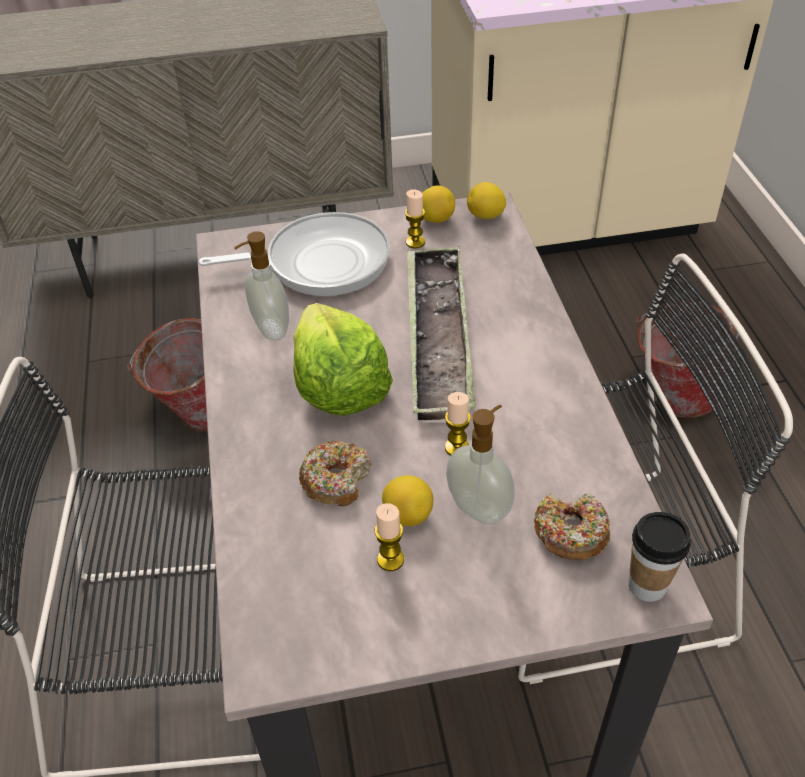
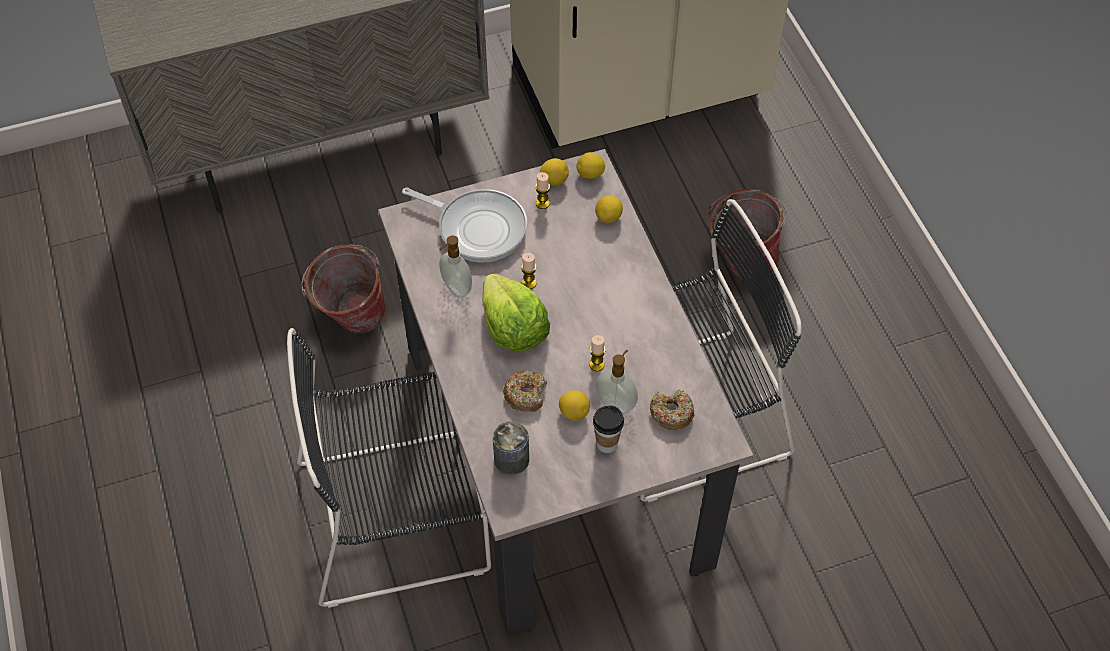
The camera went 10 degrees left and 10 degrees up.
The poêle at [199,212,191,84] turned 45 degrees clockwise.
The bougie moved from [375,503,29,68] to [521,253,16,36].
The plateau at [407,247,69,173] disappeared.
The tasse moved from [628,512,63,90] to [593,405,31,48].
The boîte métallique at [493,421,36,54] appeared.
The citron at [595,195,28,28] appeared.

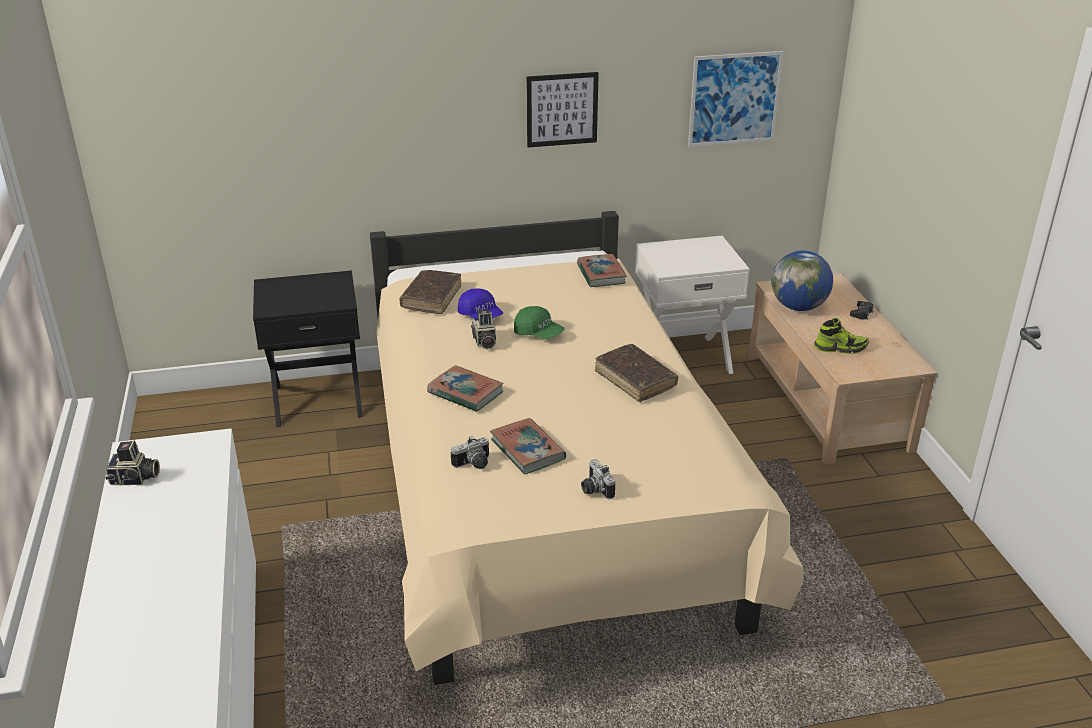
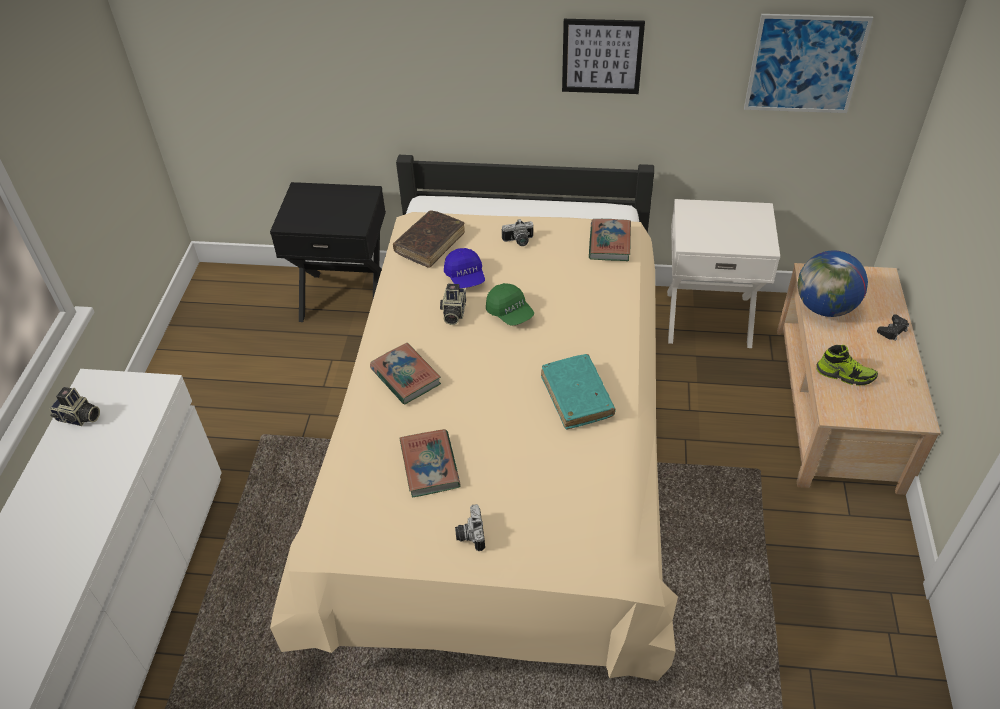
The camera went 20 degrees right and 15 degrees up.
The appareil photo moved from [451,436,38,33] to [502,219,31,27].
The livre (marron) at [595,344,83,58] became the livre (turquoise) at [541,354,75,76].

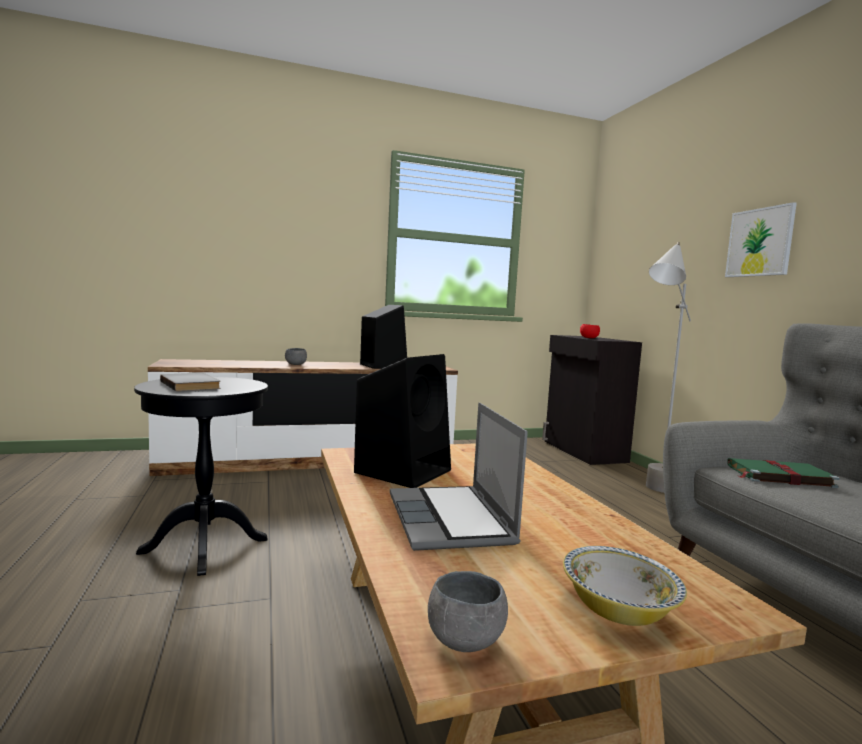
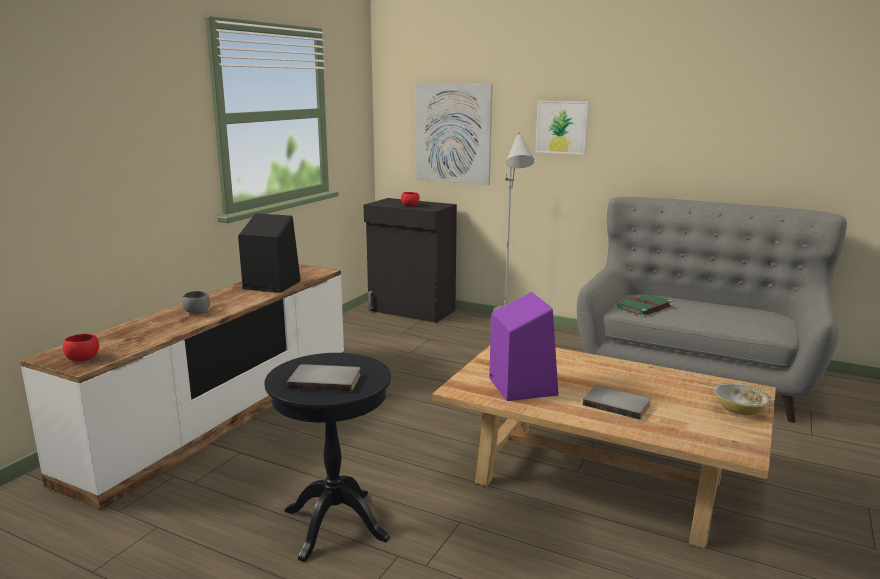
The camera went 45 degrees left and 10 degrees up.
The enceinte (noir) at [354,354,97,134] became the enceinte (violet) at [489,292,70,109].
The ordinateur portable at [390,402,138,149] was replaced by the livre (gris) at [583,385,68,35].
The bol (gris) at [428,571,80,81] disappeared.
The bol (rouge) at [63,333,36,28] appeared.
The tableau at [416,84,76,101] appeared.

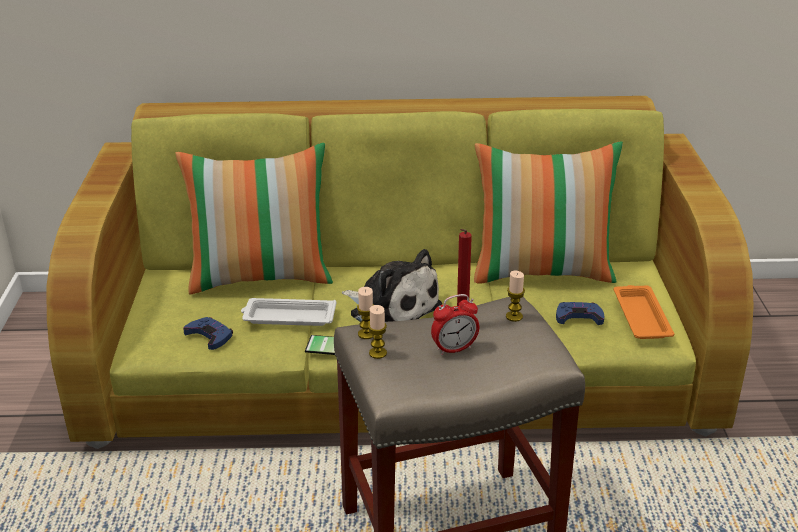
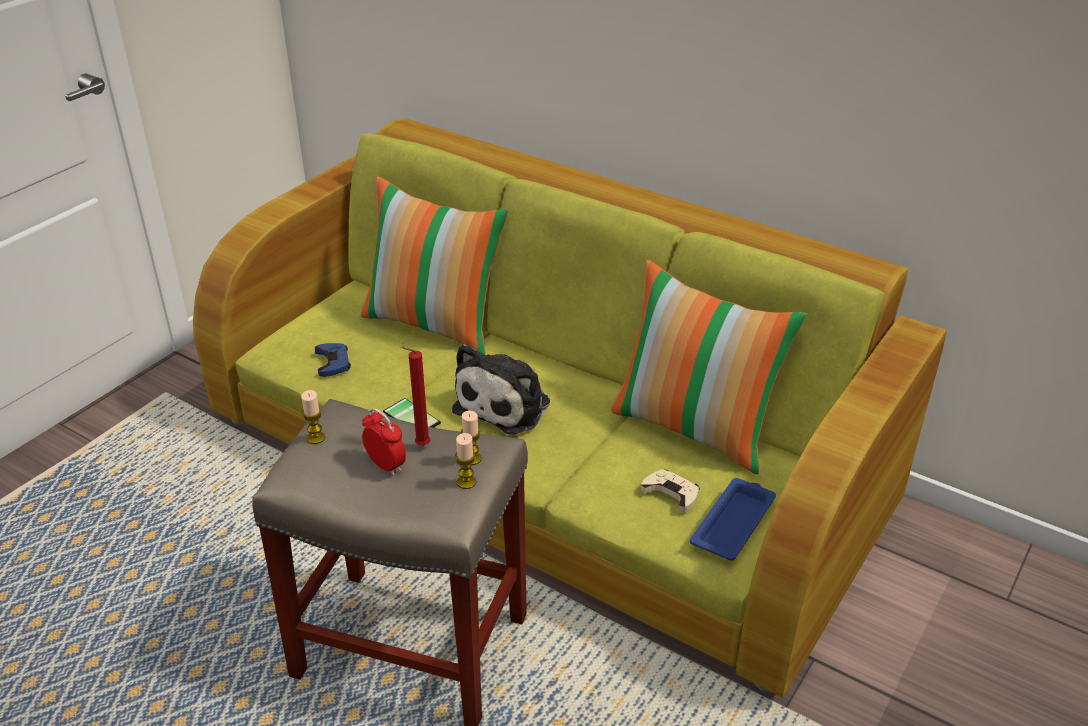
The camera went 35 degrees right and 5 degrees up.
The plateau (blanc) at [241,298,95,28] disappeared.
The peluche at [342,249,100,73] turned 45 degrees clockwise.
The bougie moved from [357,287,17,52] to [455,433,21,56].
The réveil at [431,294,48,61] turned 150 degrees counterclockwise.
The manette (bleu) at [556,302,48,23] became the manette (beige) at [641,469,59,43].
The plateau (orange) at [614,285,61,54] became the plateau (bleu) at [690,478,86,83].

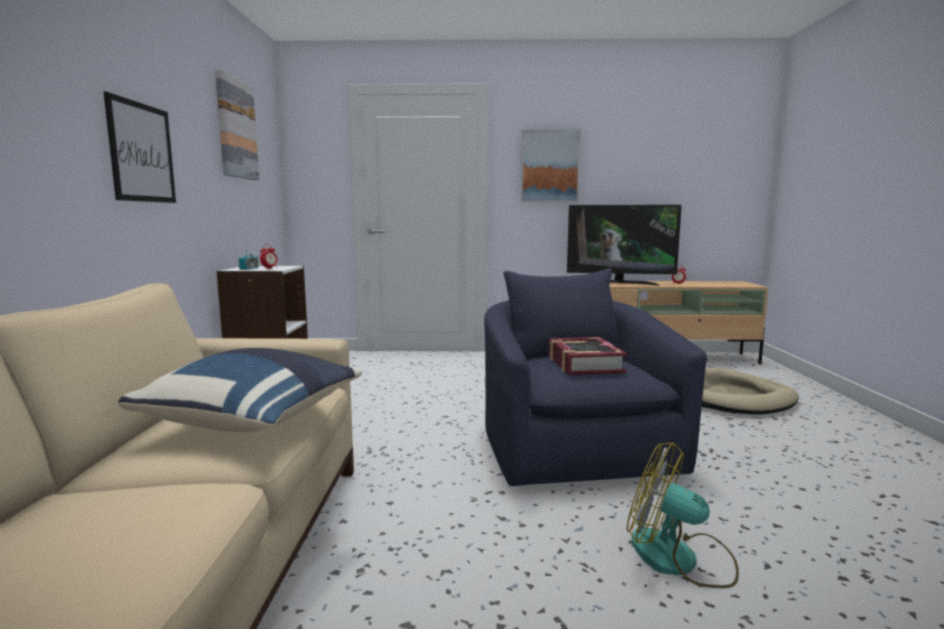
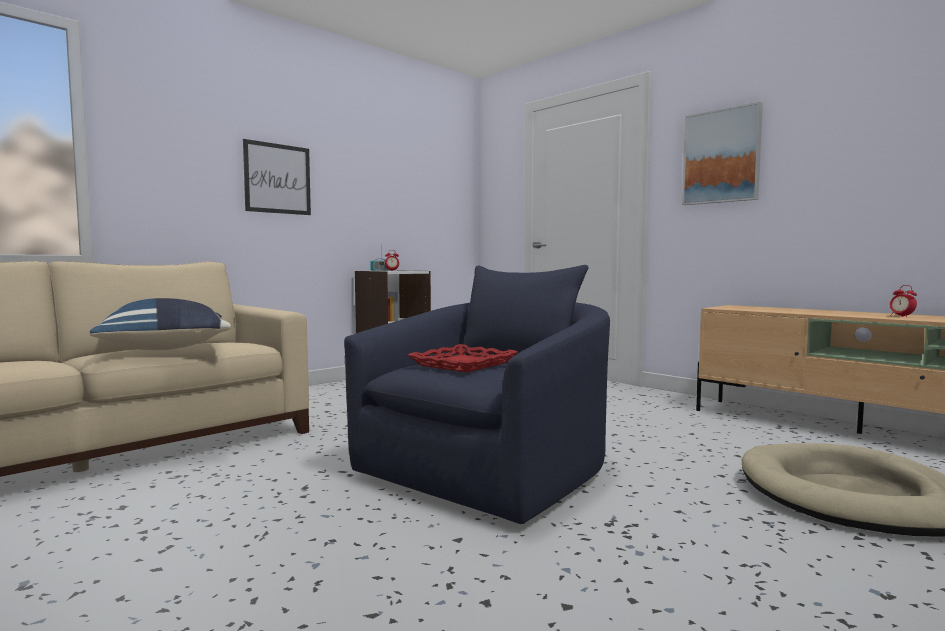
The camera went 45 degrees right and 5 degrees down.
The tableau at [215,70,44,110] disappeared.
The livre at [549,337,79,38] was replaced by the plateau (rouge) at [408,344,110,29].
The téléviseur at [567,205,115,81] disappeared.
The ventilateur at [627,442,112,146] disappeared.

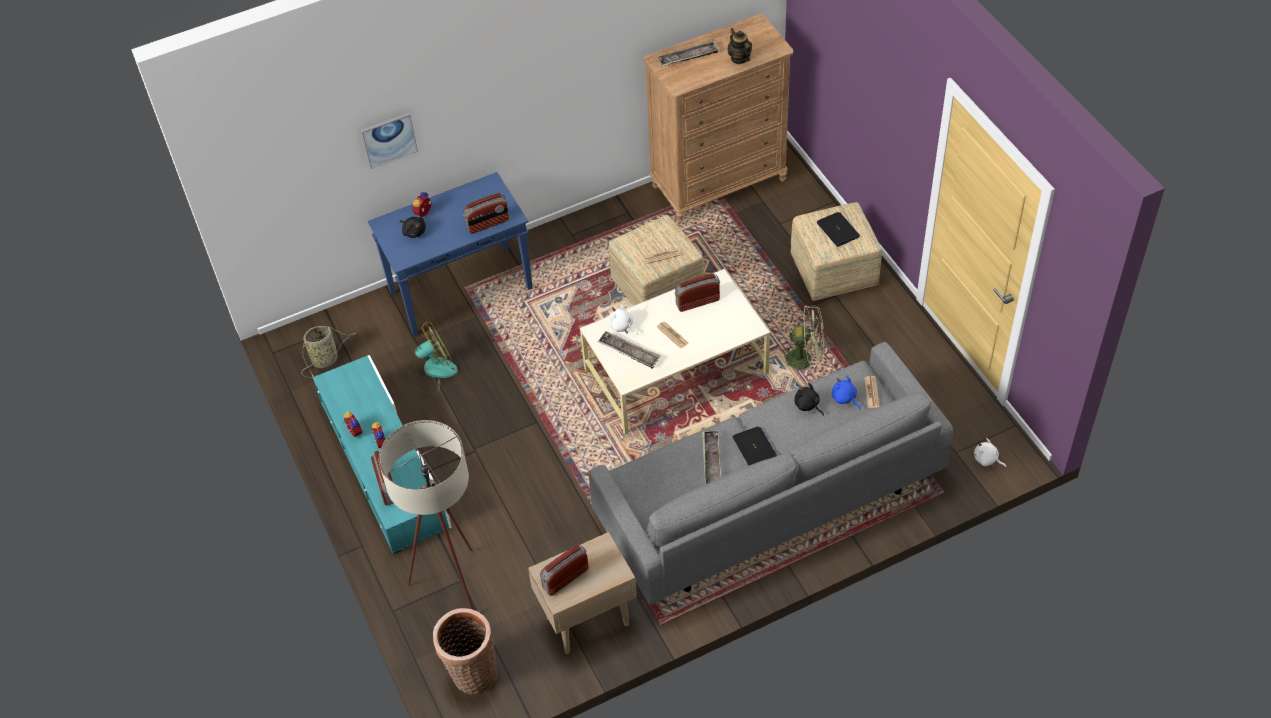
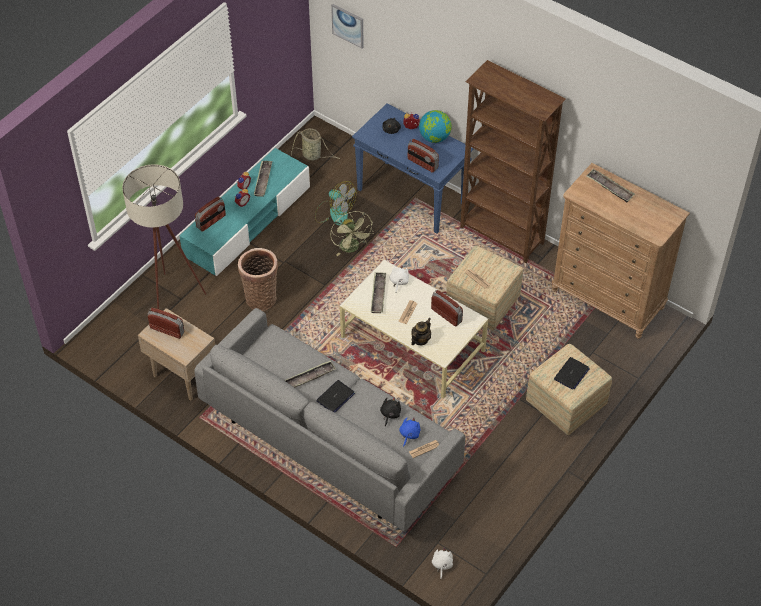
The camera went 60 degrees right and 0 degrees up.
The tableau moved from [361,113,57,56] to [331,4,33,45].
The panier moved from [433,608,64,87] to [238,248,40,63].
The théière moved from [727,28,25,36] to [411,318,20,27].
The ventilateur (vert) moved from [782,305,43,66] to [331,211,43,45].
The plateau at [254,161,19,36] appeared.
The globe at [419,110,33,33] appeared.
The bibliothèque (marron) at [460,60,106,203] appeared.

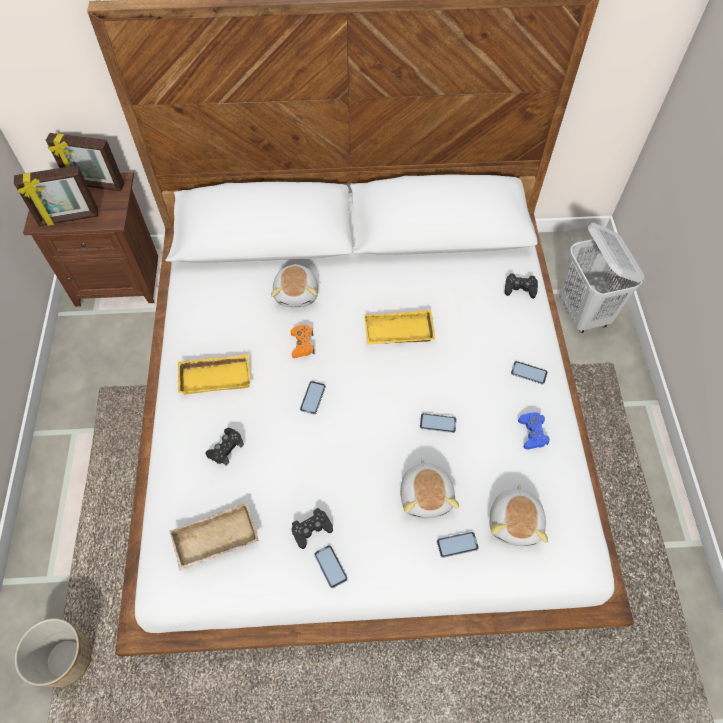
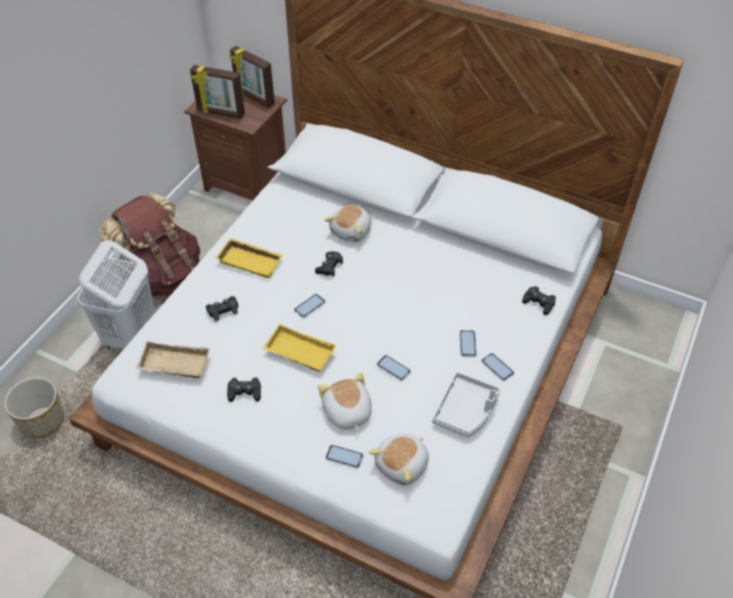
The camera went 30 degrees right and 10 degrees down.
The manette (orange) at [291,325,23,33] became the manette (noir) at [315,251,28,26].
The téléphone moved from [314,545,34,43] to [460,330,16,27].
The plateau (jaune) moved from [364,309,71,36] to [263,324,73,47].
The peluche at [400,458,59,60] turned 135 degrees clockwise.
The manette (bleu) at [518,412,32,37] was replaced by the plateau (gris) at [432,372,69,65].
The panier à linge (blanc) moved from [559,223,85,110] to [78,240,77,109].
The sac à dos (marron) at [99,193,101,103] appeared.

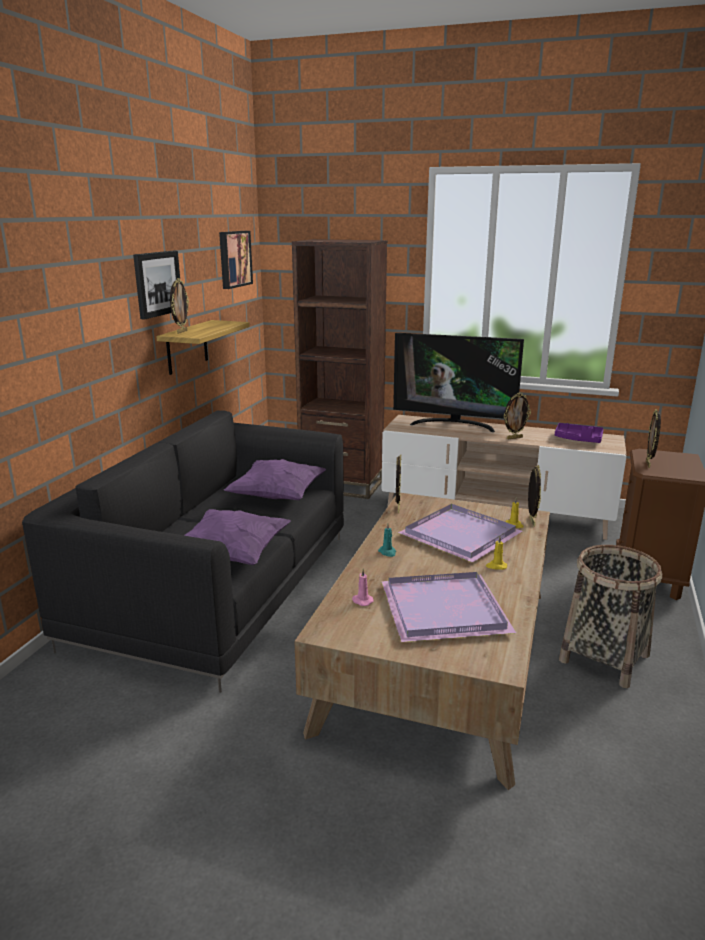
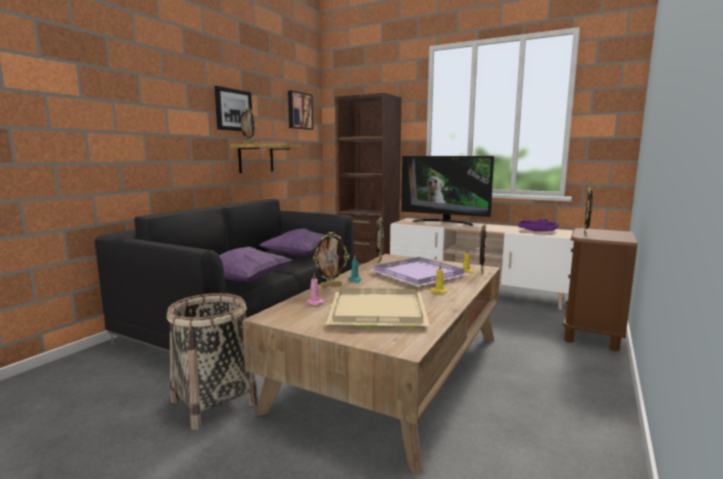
The camera went 10 degrees right and 10 degrees down.
The plateau (violet) at [381,572,135,70] became the plateau (beige) at [326,288,104,40].
The cadre photo moved from [504,392,27,47] to [313,232,36,55].
The panier moved from [559,545,103,143] to [166,293,92,137].

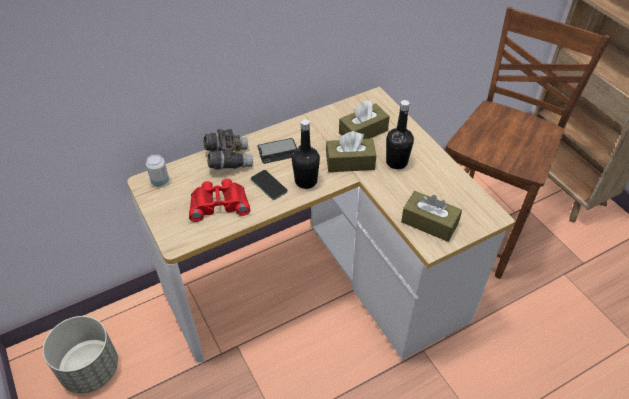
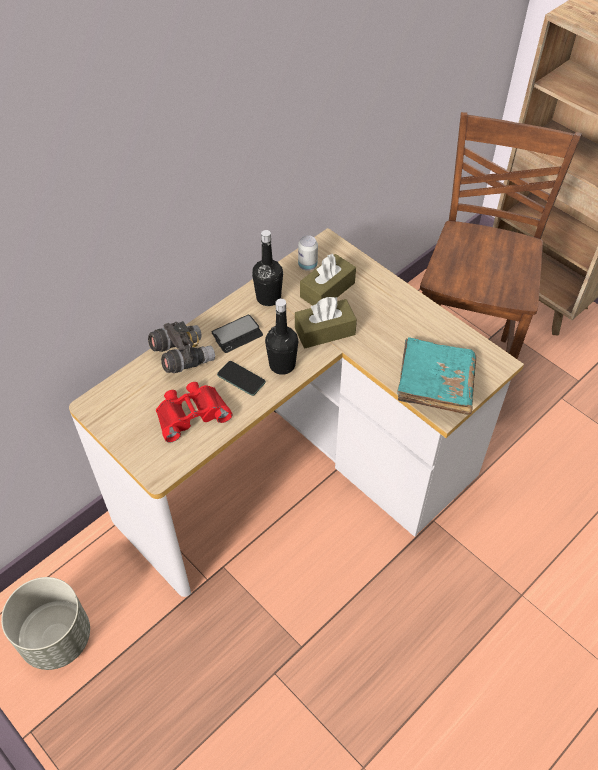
The camera went 15 degrees left and 5 degrees up.
The boîte métallique moved from [146,154,23,33] to [298,235,20,36].
The bouteille (noir) moved from [386,100,28,69] to [252,230,31,76].
The boîte à mouchoirs (marron) at [401,191,61,51] was replaced by the livre (turquoise) at [397,337,79,78].

